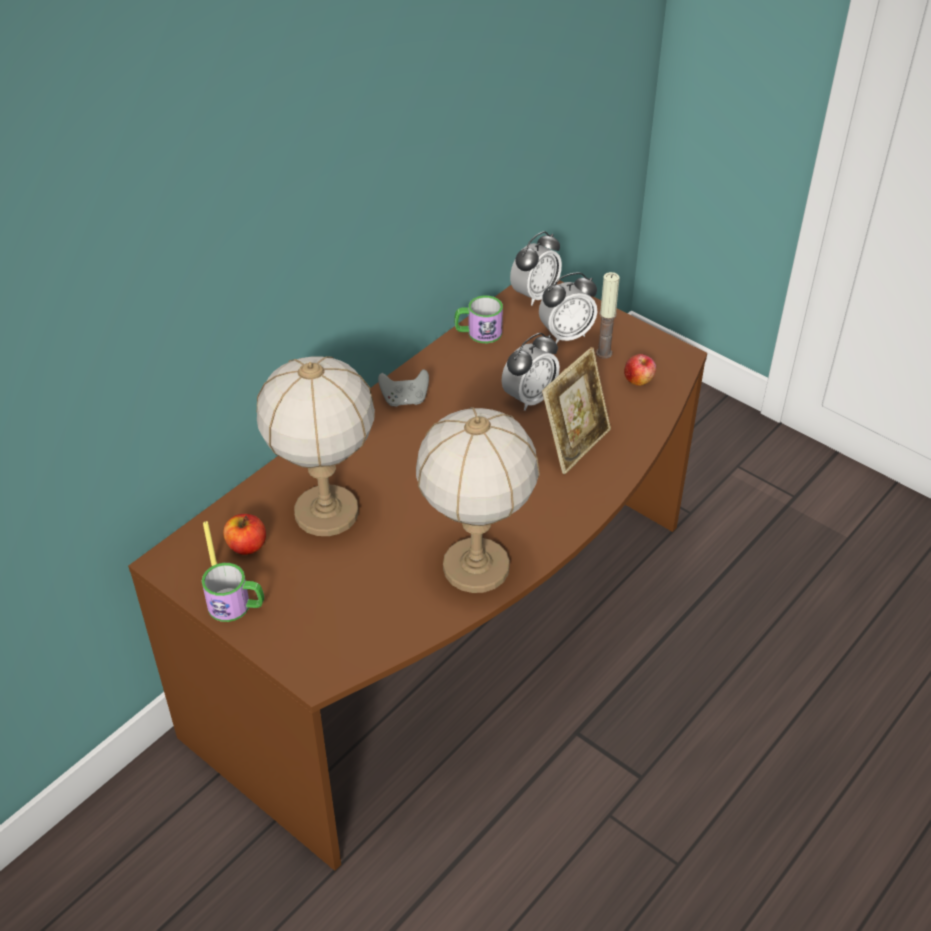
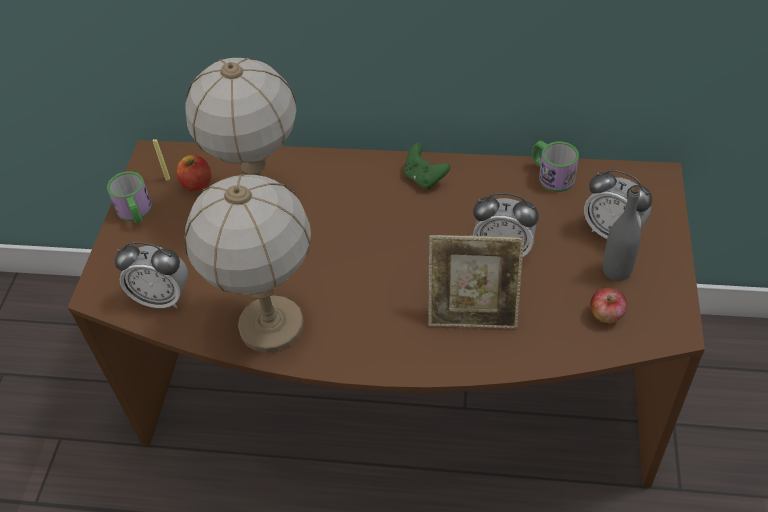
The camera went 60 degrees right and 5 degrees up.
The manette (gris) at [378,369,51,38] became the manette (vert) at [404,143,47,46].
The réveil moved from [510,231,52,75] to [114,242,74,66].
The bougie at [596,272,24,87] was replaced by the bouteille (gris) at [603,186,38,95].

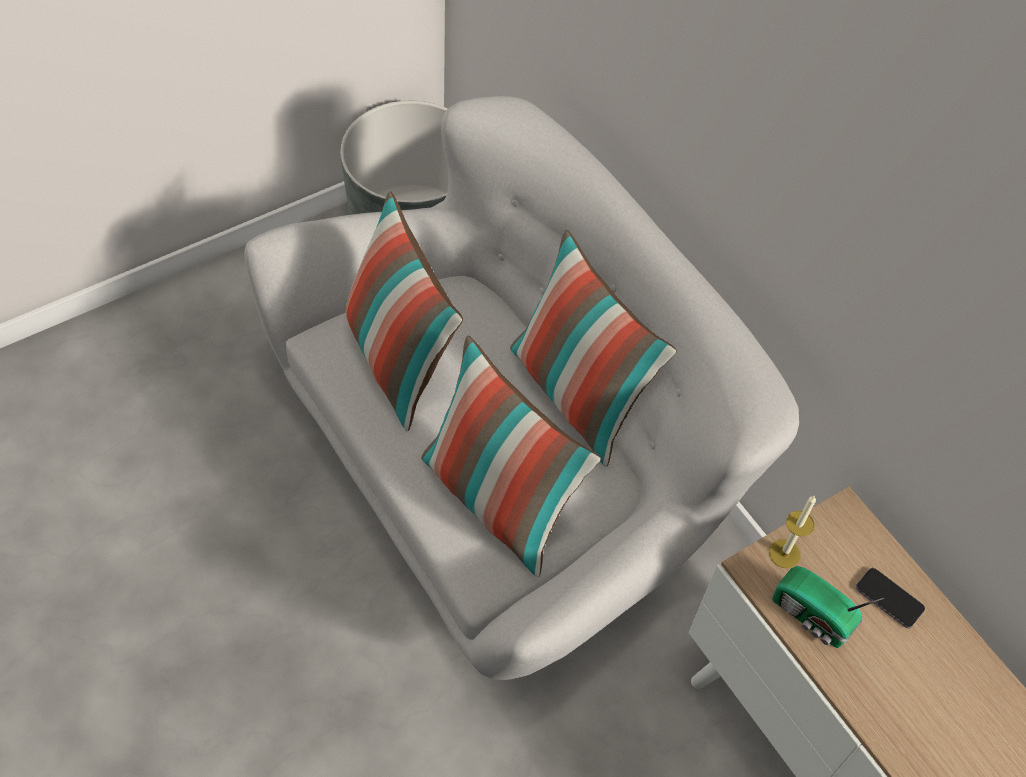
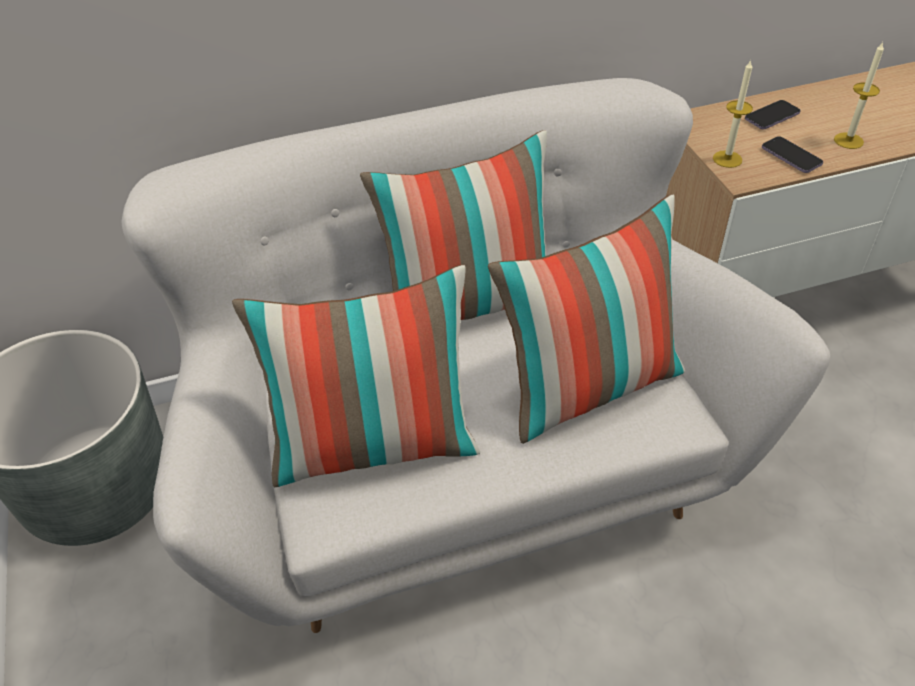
The camera went 70 degrees left and 10 degrees down.
The radio at [772,566,112,82] was replaced by the téléphone at [762,136,61,37].
The bougie at [834,42,50,107] appeared.

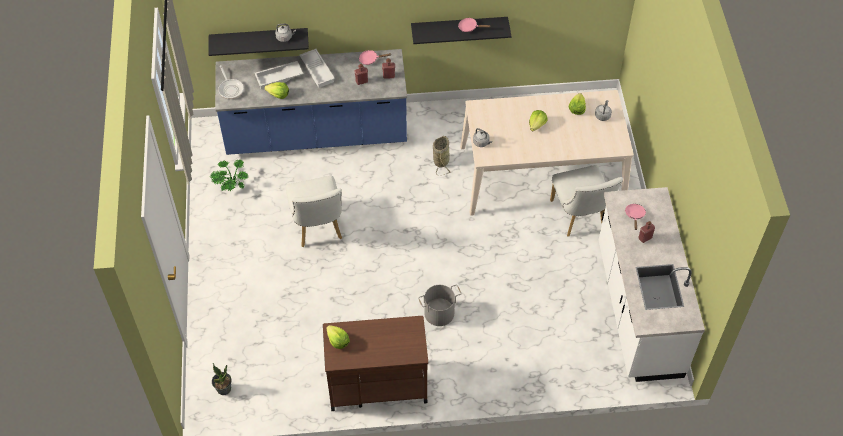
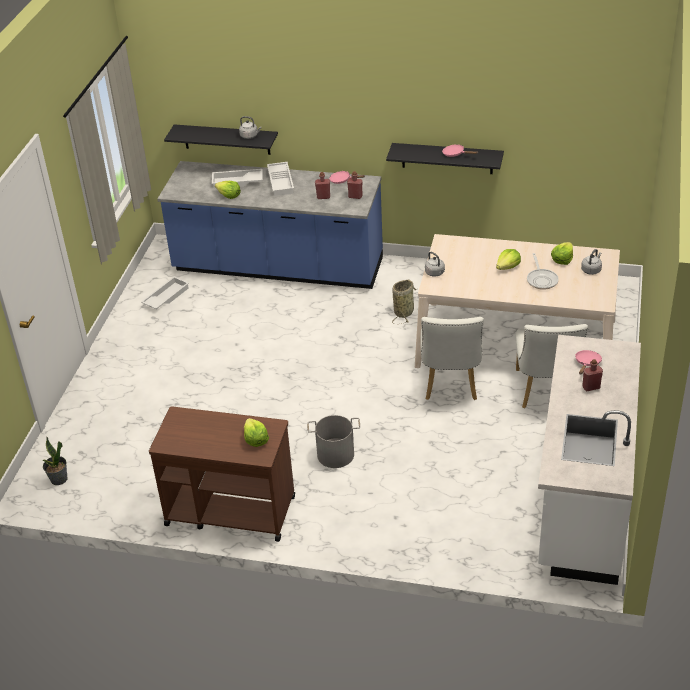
The camera went 20 degrees right and 15 degrees down.
The plante en pot at [210,159,39,32] was replaced by the plateau (blanc) at [141,276,48,33].
The poêle moved from [218,65,26,34] to [527,253,32,37].
The chaise (blanc) moved from [286,176,56,71] to [421,317,63,83].
The laitue moved from [327,325,23,24] to [244,418,25,29].

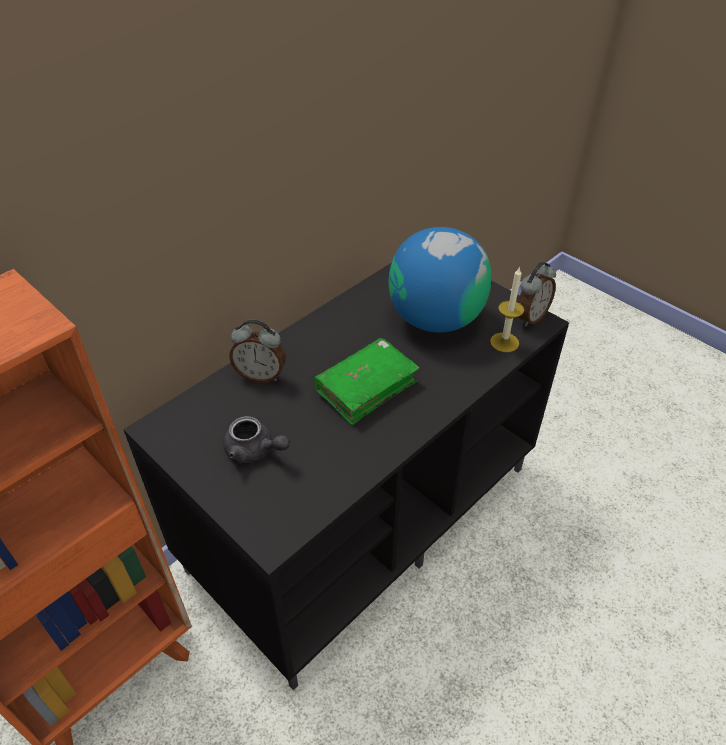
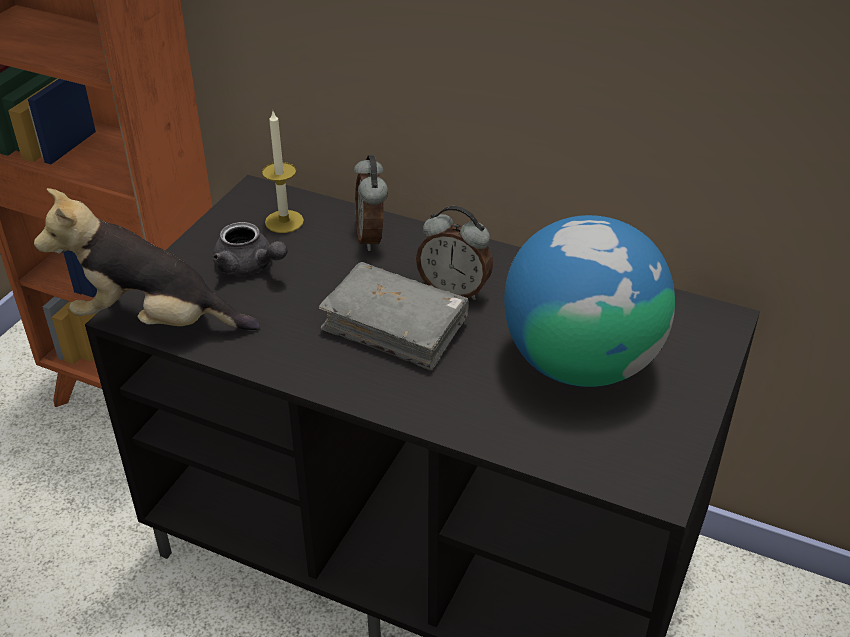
The camera went 70 degrees right and 5 degrees down.
The théière (gris) at [223,416,67,48] turned 60 degrees counterclockwise.
The livre (vert) at [314,338,105,87] became the livre (gris) at [319,262,150,109].
The bougie moved from [490,266,34,86] to [262,111,42,122].
The réveil moved from [518,262,38,65] to [416,206,77,94].
The peluche at [34,188,226,142] appeared.

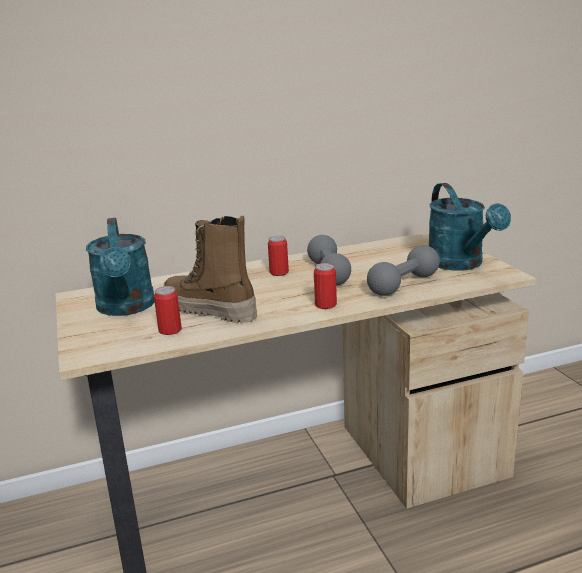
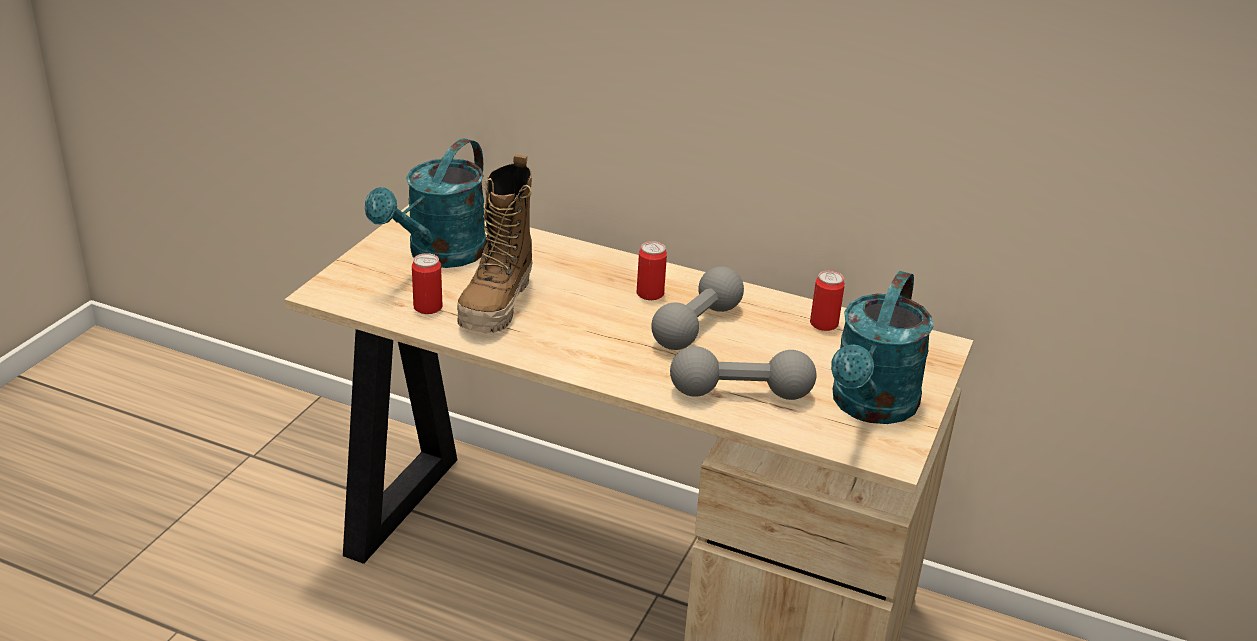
The camera went 40 degrees right and 10 degrees up.
The botte at [164,216,93,107] turned 150 degrees counterclockwise.
The boîte métallique moved from [314,263,23,46] to [810,271,35,60].

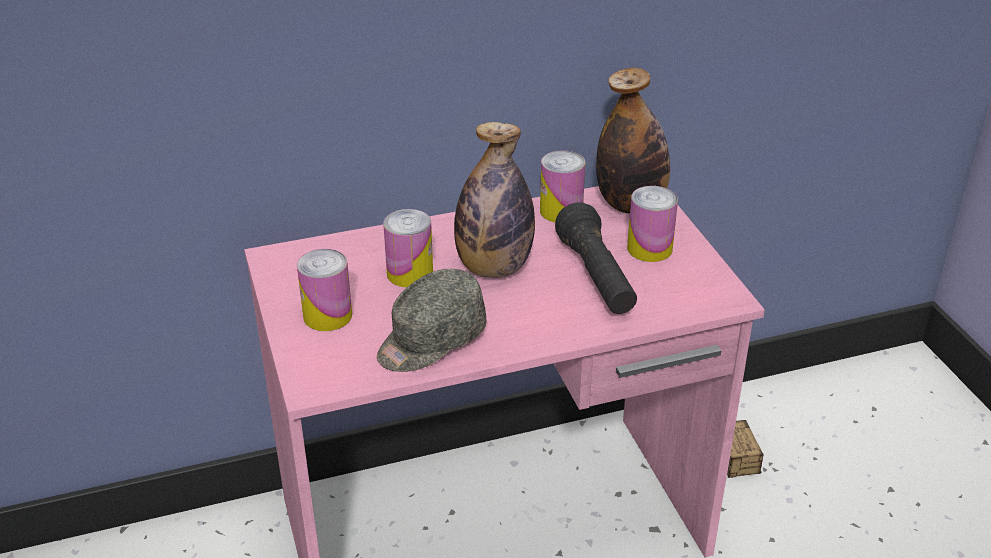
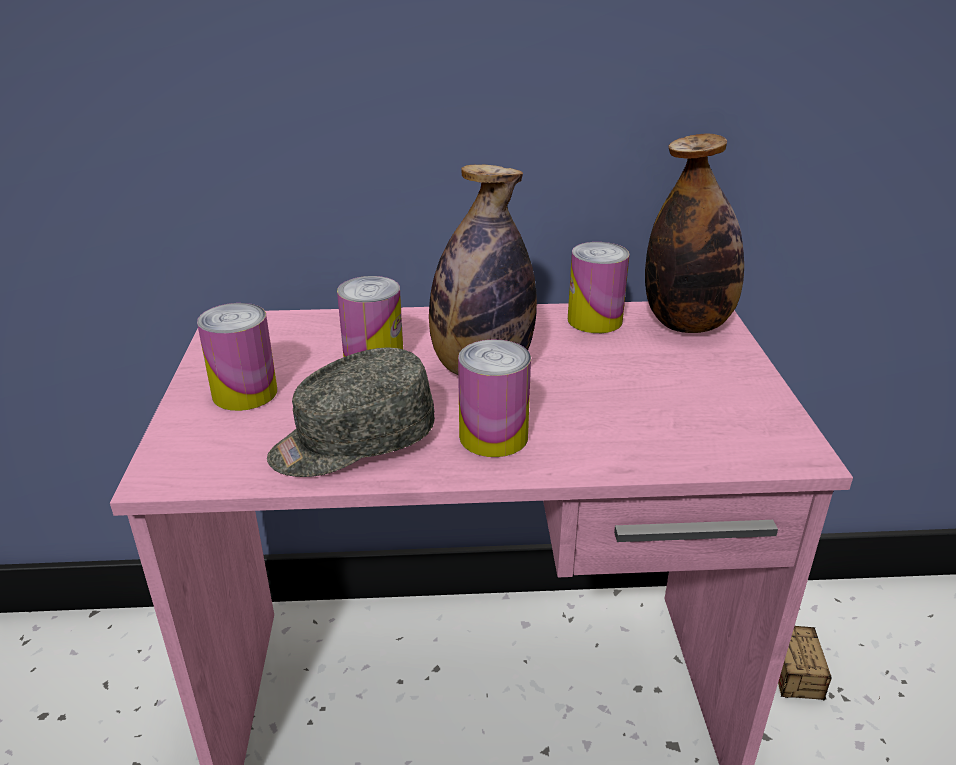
The camera went 15 degrees right and 5 degrees down.
The lampe de poche (noir) at [555,202,82,112] disappeared.
The boîte métallique moved from [627,186,51,76] to [458,339,73,118].

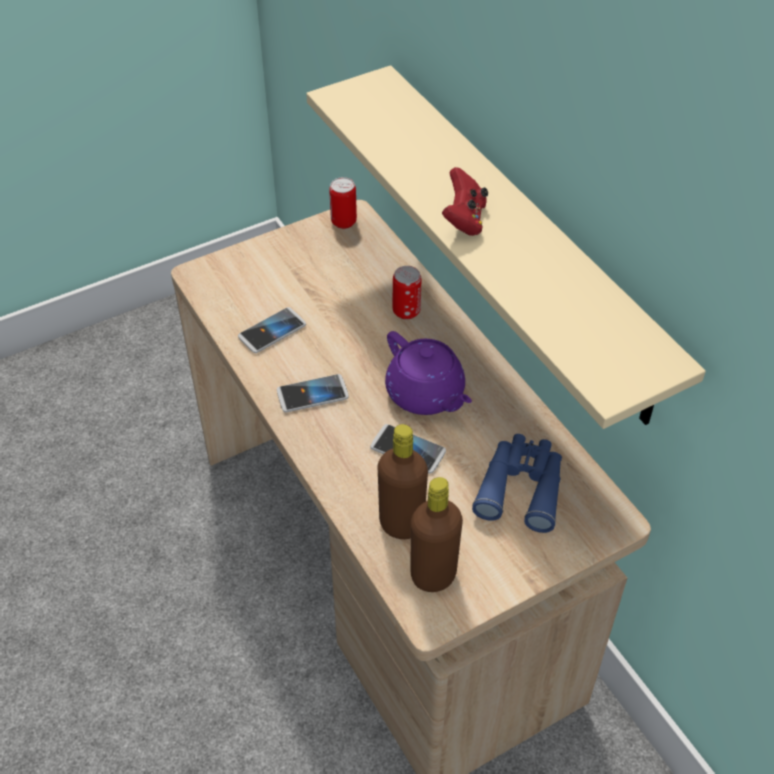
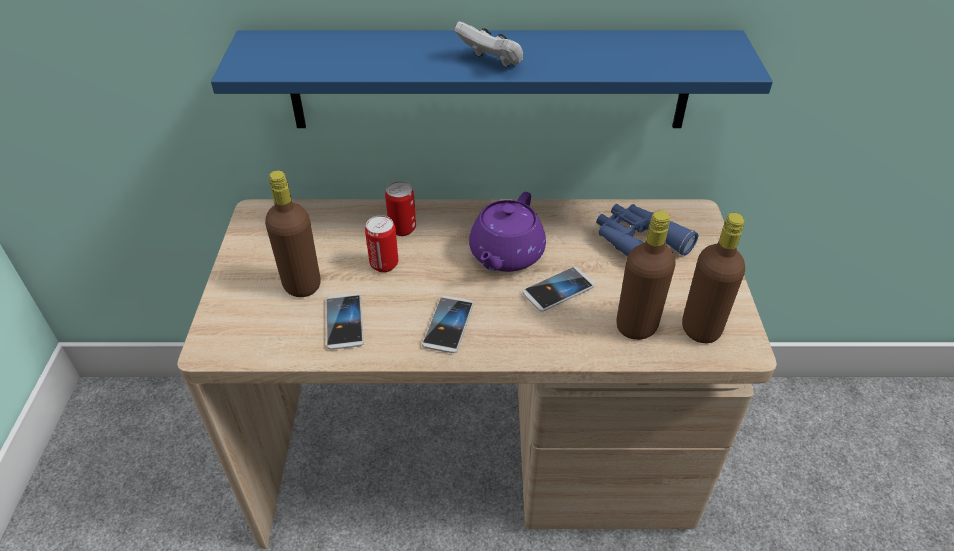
The camera went 60 degrees left and 5 degrees down.
The étagère (beige) at [306,65,400,364] became the étagère (bleu) at [211,30,562,98].
The boîte métallique moved from [329,177,28,52] to [365,215,33,57].
The théière (violet) at [385,331,87,84] turned 120 degrees clockwise.
The manette (rouge) at [442,167,46,69] became the manette (blanc) at [454,21,69,46].
The bouteille (marron) at [265,170,55,127] appeared.

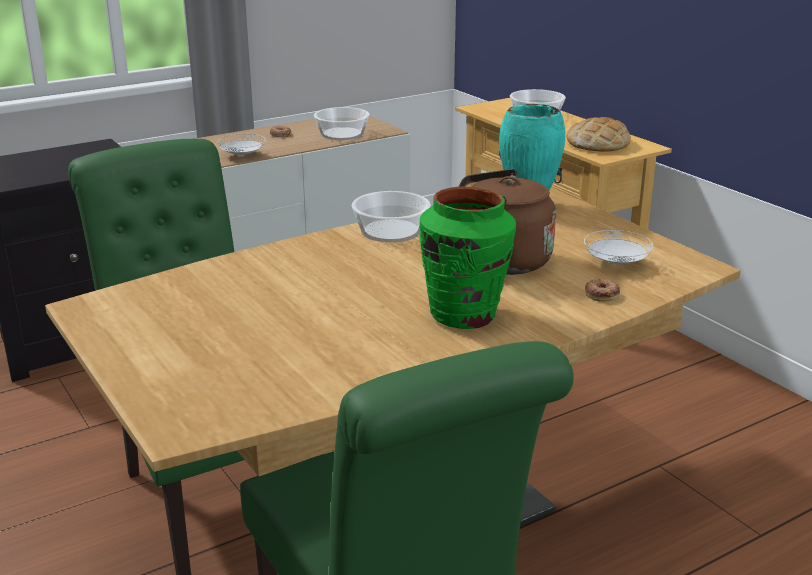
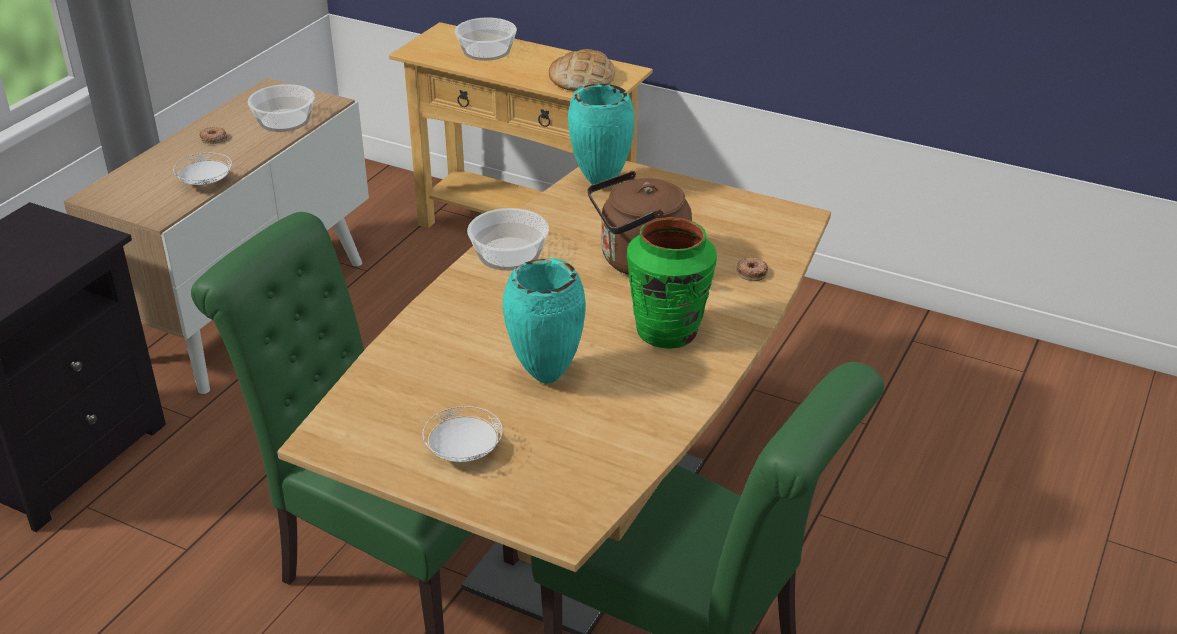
The camera went 30 degrees left and 10 degrees up.
The assiette (blanc) moved from [584,230,69,34] to [423,406,80,56].
The vase (turquoise) at [503,258,83,126] appeared.

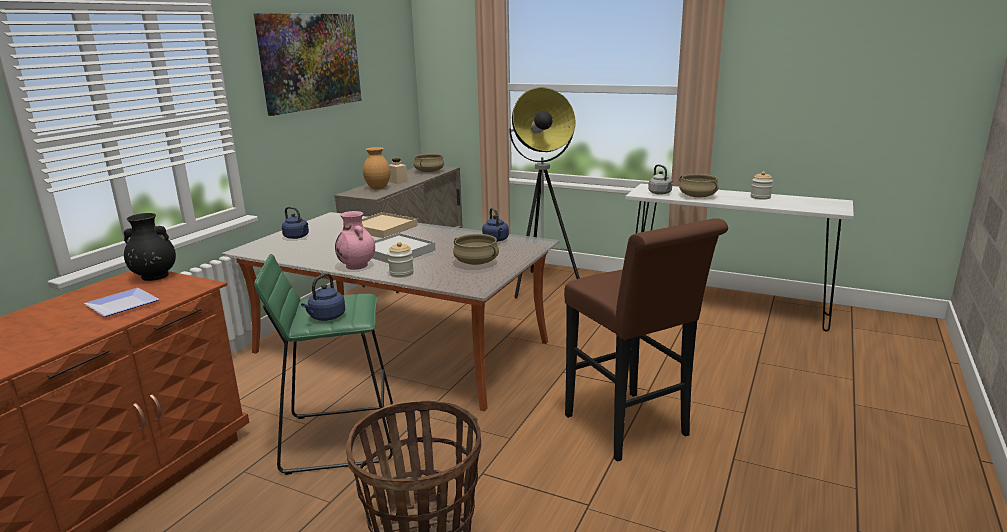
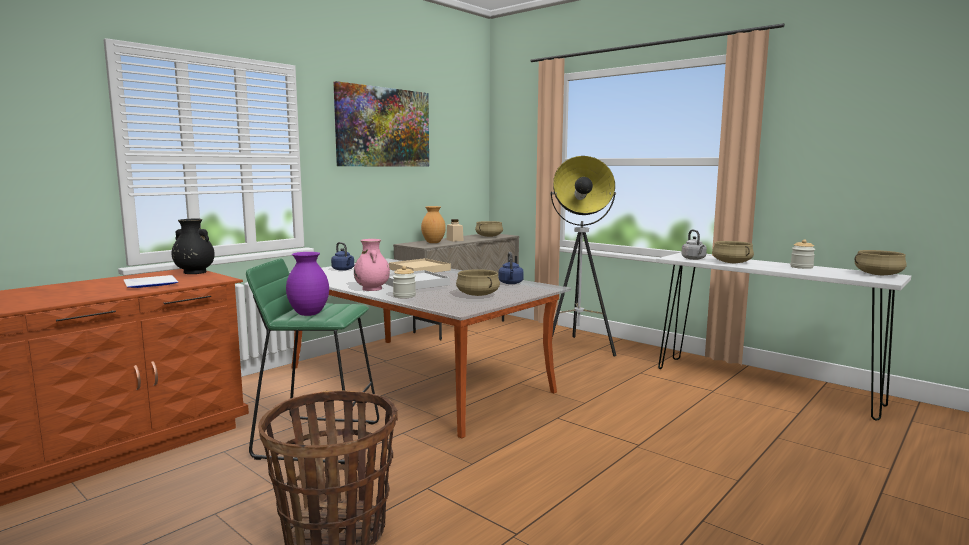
The camera went 15 degrees right and 10 degrees down.
The bouilloire (bleu) at [301,273,44,48] was replaced by the vase (violet) at [286,252,43,64].
The tabouret (marron) at [564,218,164,244] disappeared.
The marmite (beige) at [855,250,52,25] appeared.

